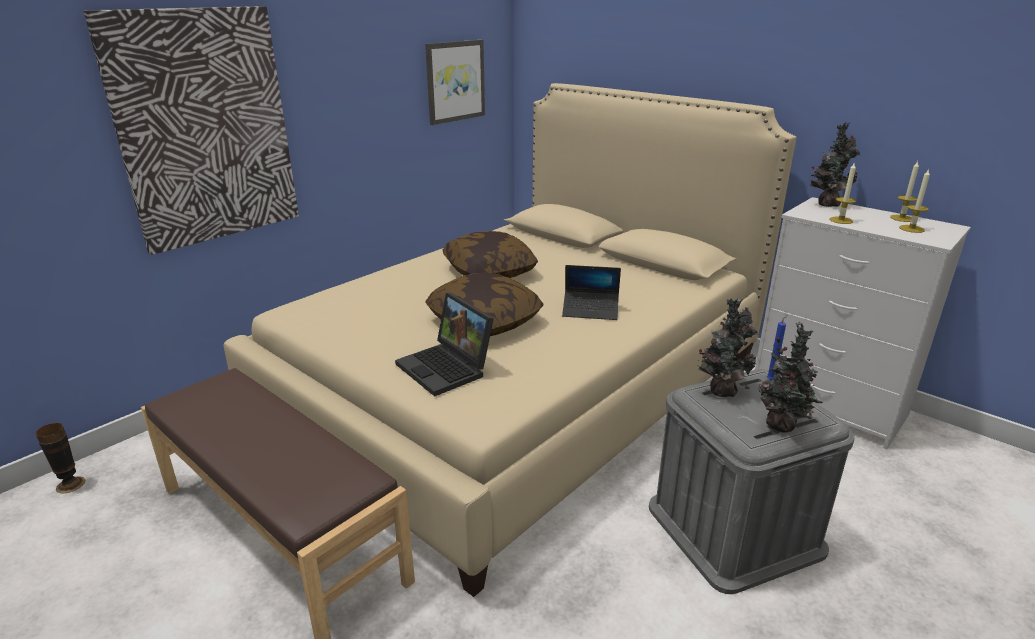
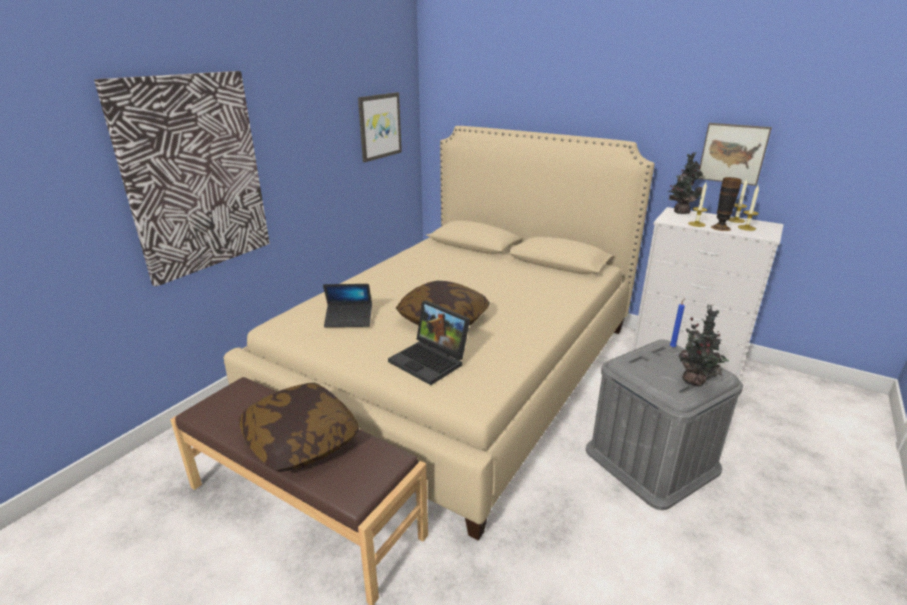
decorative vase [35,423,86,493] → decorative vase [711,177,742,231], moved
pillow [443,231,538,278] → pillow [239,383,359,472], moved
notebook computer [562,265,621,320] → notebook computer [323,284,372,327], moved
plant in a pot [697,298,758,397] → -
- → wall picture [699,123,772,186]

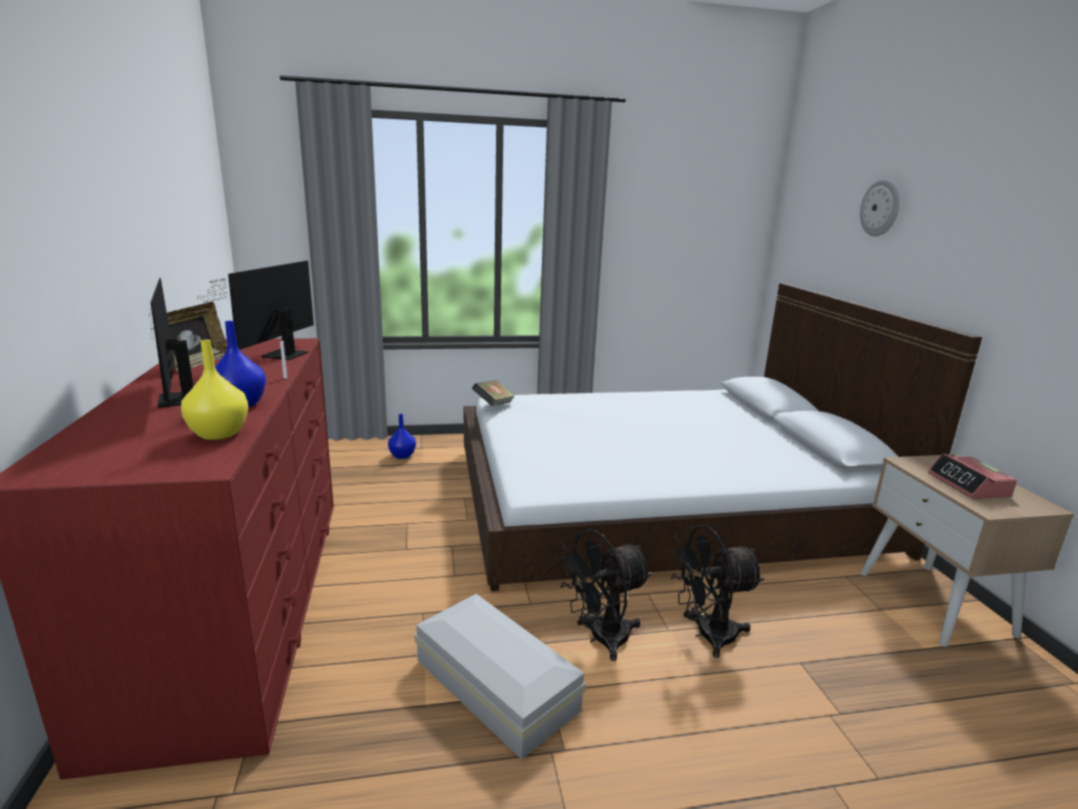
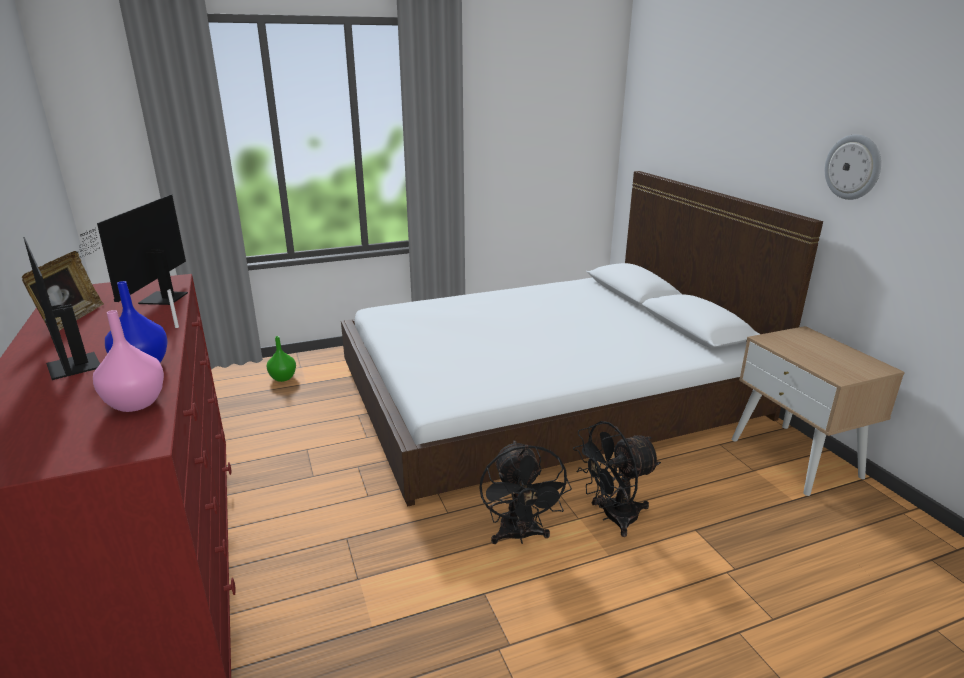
decorative vase in yellow [181,340,248,440] → decorative vase in pinkish [93,310,164,412]
decorative vase in blue [388,414,416,459] → decorative vase in green-coloured [267,336,296,382]
storage bin in white [415,594,586,759] → -
bound book [472,380,515,406] → -
fan in blackish [556,529,652,661] → fan in blackish [479,440,572,544], 60 degrees counterclockwise
wall clock [860,179,900,236] → wall clock [825,134,881,200], moved
table clock [928,454,1017,499] → -

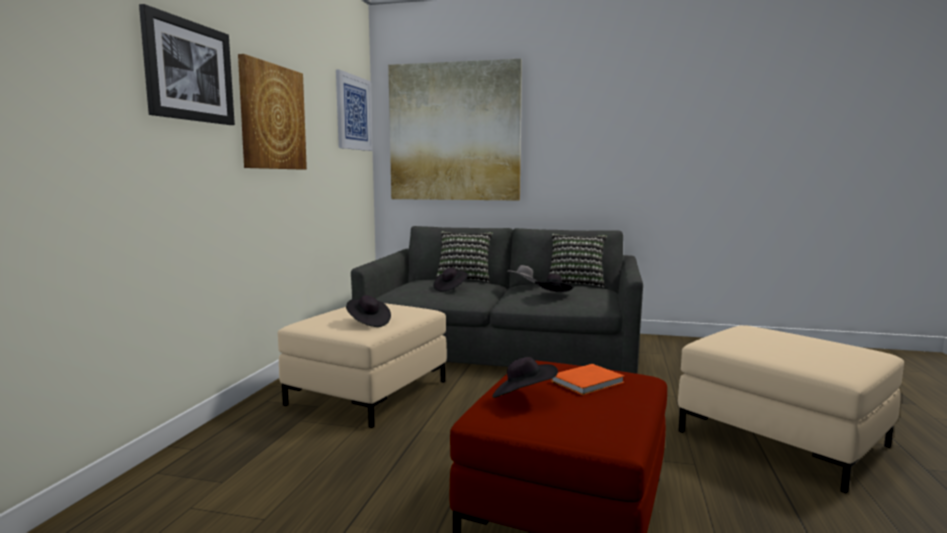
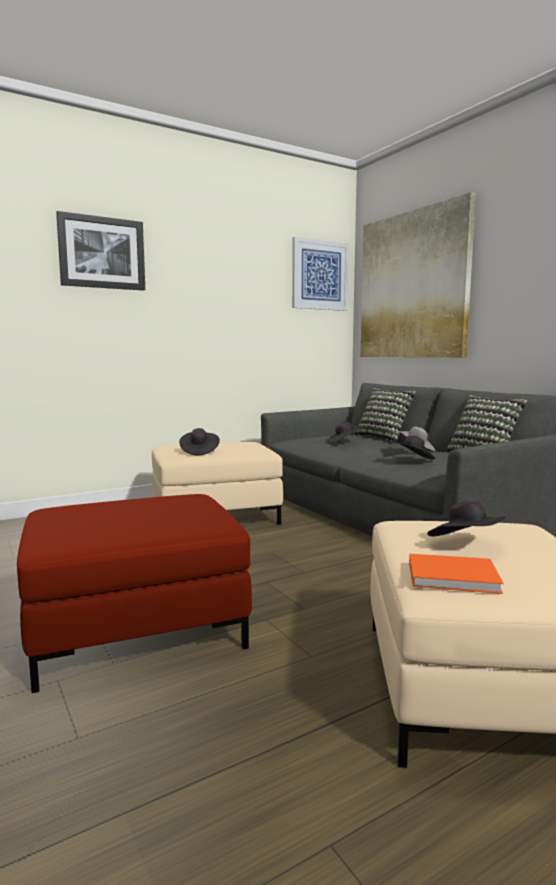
wall picture [238,54,307,170] → -
wearable hat in blackish [493,357,558,398] → wearable hat in blackish [428,501,506,536], moved
bound book in orange-coloured [551,364,624,395] → bound book in orange-coloured [409,554,504,594], moved

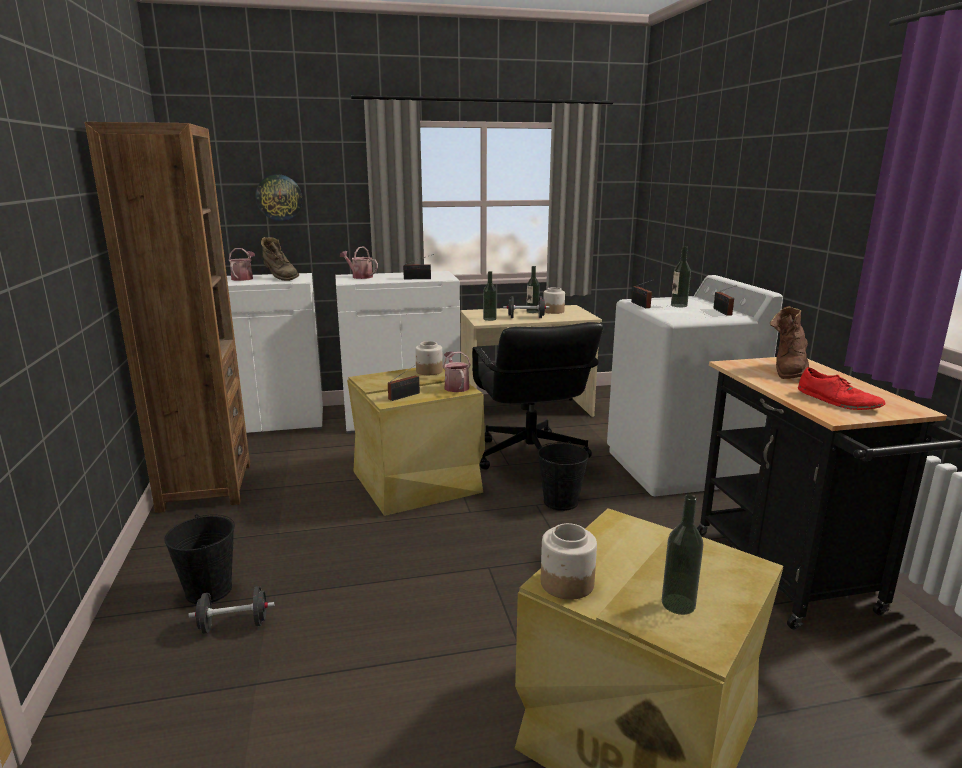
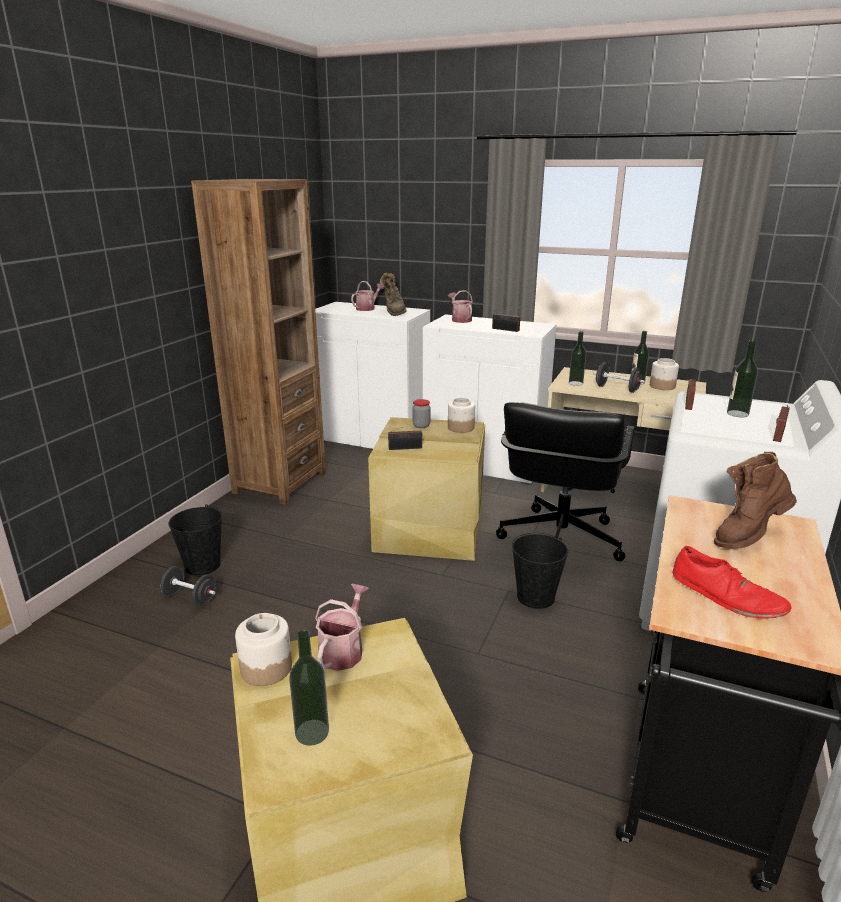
wall clock [256,174,302,221] → -
watering can [443,351,471,392] → watering can [315,584,369,671], moved
item of footwear in reddish [798,367,886,410] → item of footwear in reddish [672,546,791,619], 45 degrees counterclockwise
- → storage jar [413,399,431,428]

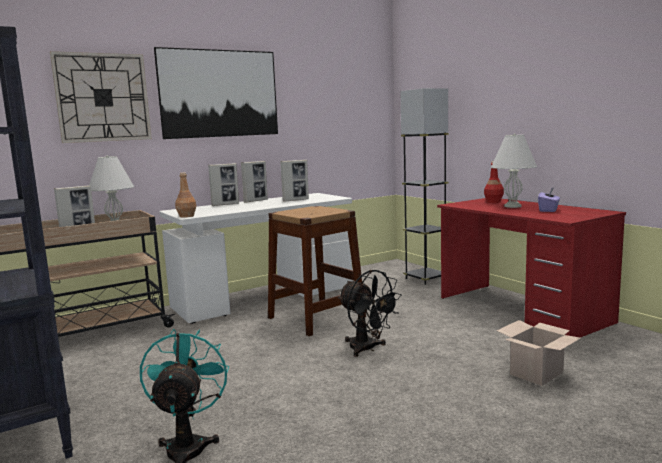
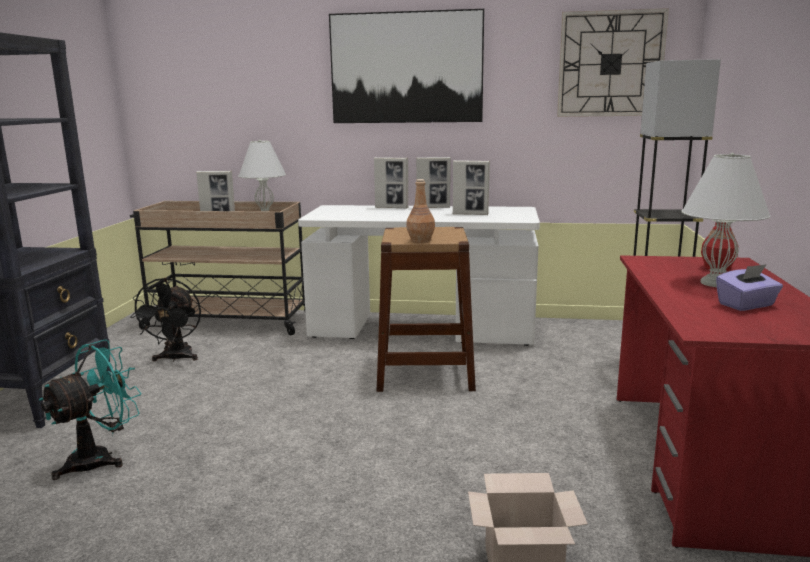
wall clock [50,51,152,143] → wall clock [557,8,669,117], moved
drink bottle in brownish [175,173,196,218] → drink bottle in brownish [406,179,435,243], moved
fan in blackish [338,270,402,357] → fan in blackish [130,278,201,362], moved

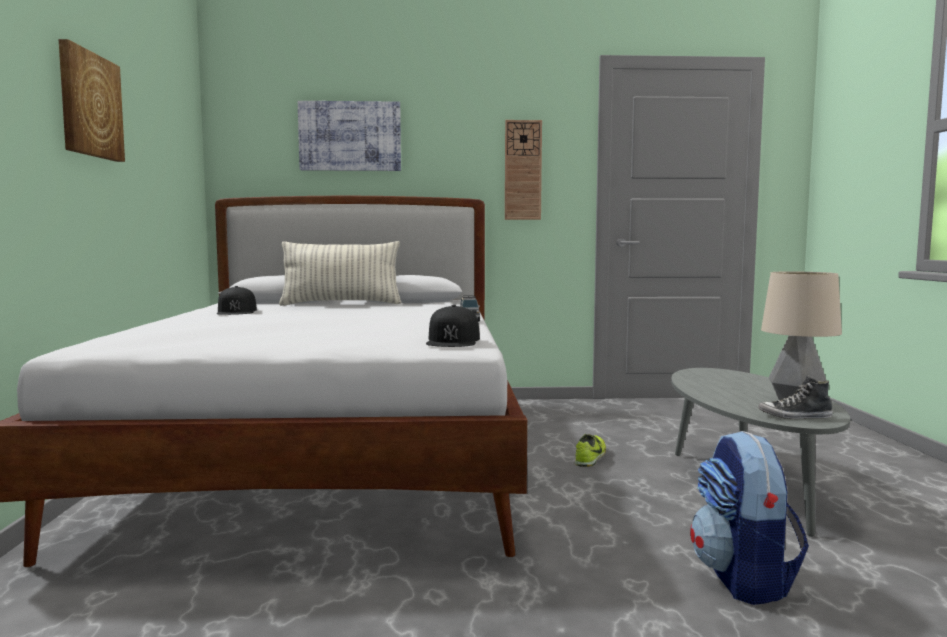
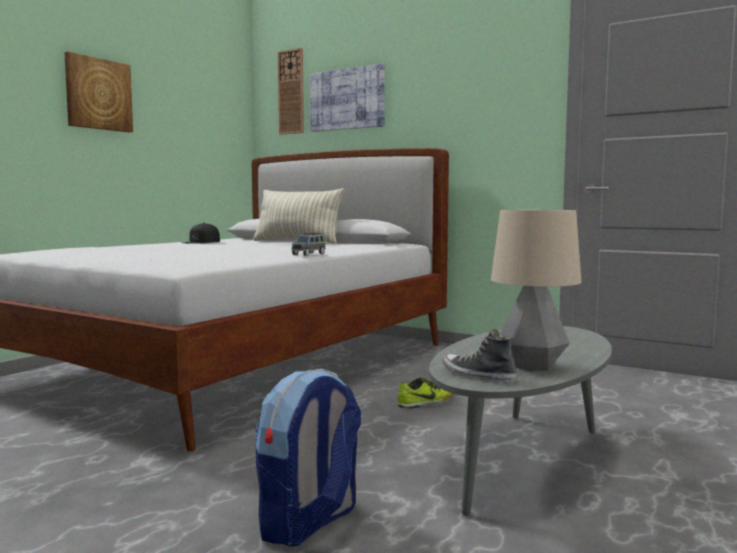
peaked cap in blackish [426,305,480,347] → -
wall clock [505,120,542,220] → wall clock [278,48,304,135], moved

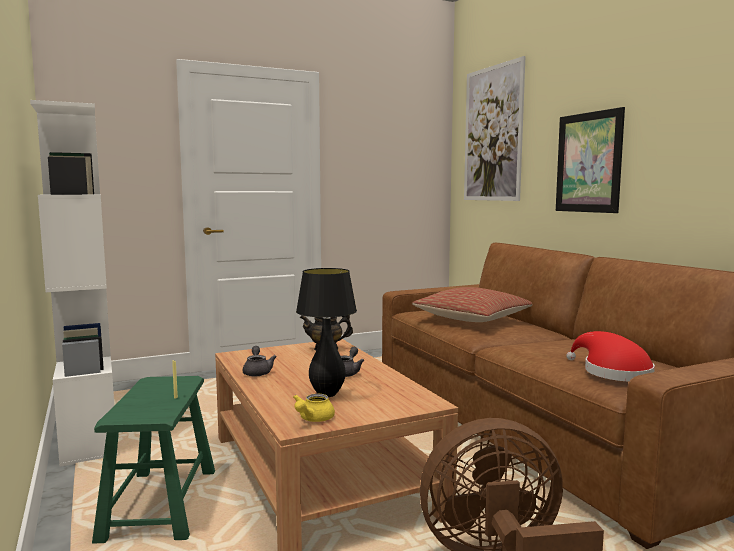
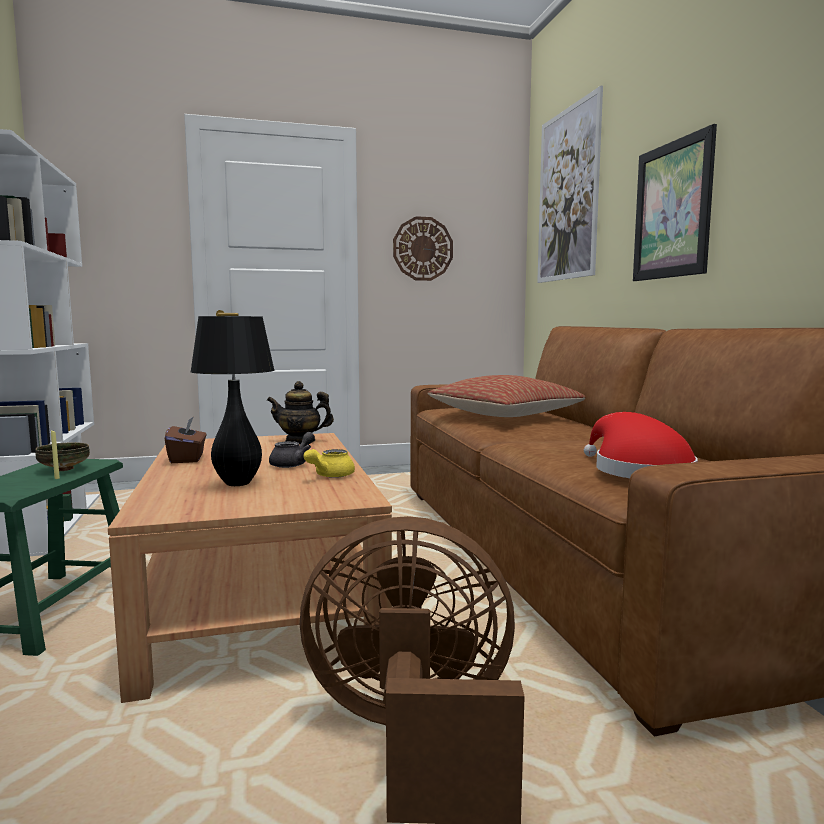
pot for tea in grey [243,346,277,377] → tissue holder in brownish [165,416,206,463]
pot for tea in yellow [293,394,335,422] → pot for tea in yellow [303,449,355,478], moved
- → bowl [35,442,90,471]
- → wall clock [393,216,453,281]

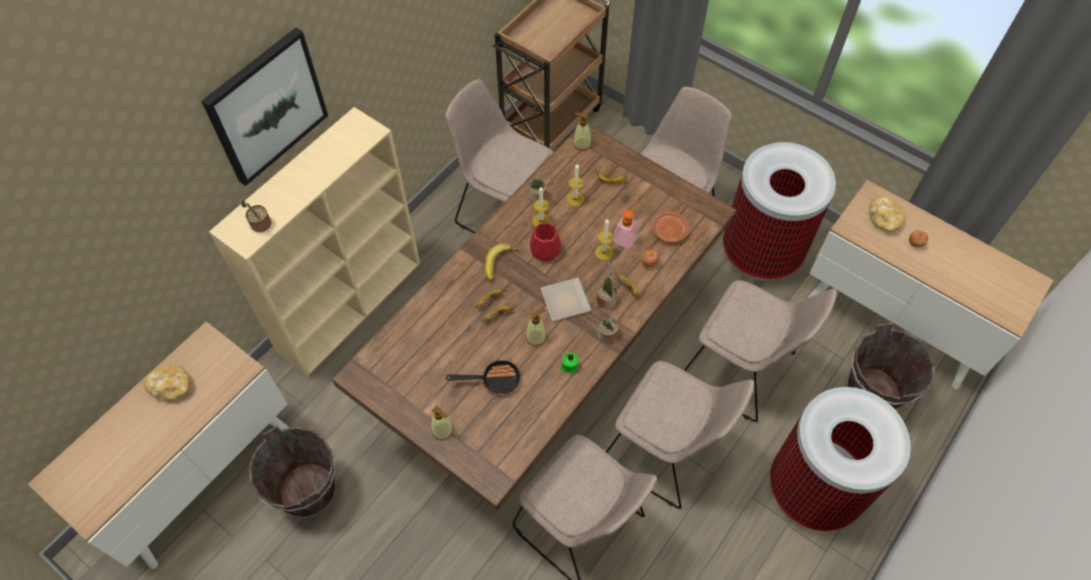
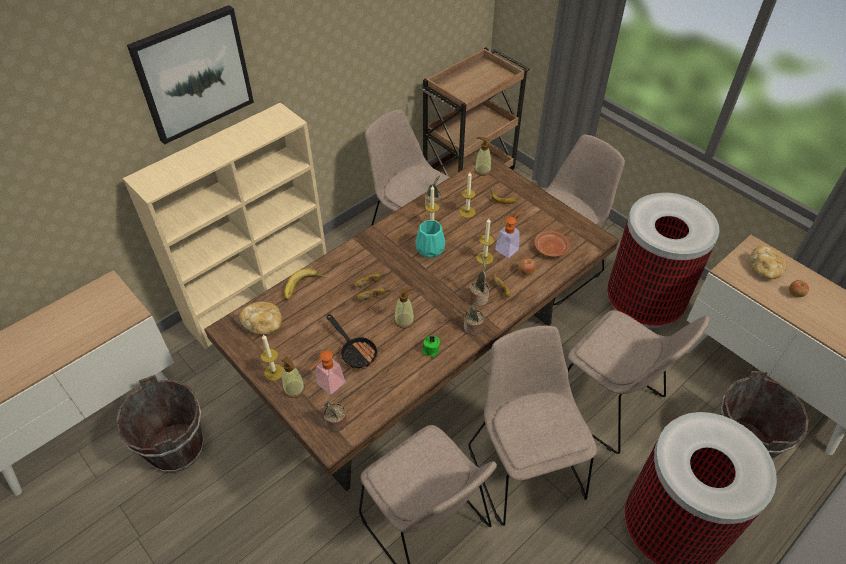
bread [144,365,190,401] → bread [239,301,282,335], moved
plant in a pot [241,199,271,232] → plant in a pot [324,401,347,432], moved
frying pan [446,359,520,396] → frying pan [326,314,379,370], 45 degrees clockwise
banana [484,243,521,281] → banana [284,268,325,300], moved
decorative vase in reddish [530,223,561,261] → decorative vase in turquoise [415,220,445,258]
plate [541,278,591,321] → -
chair in beige [606,361,755,509] → chair in beige [468,326,597,526], 150 degrees counterclockwise
- → wax candle [261,335,283,381]
- → soap bottle [310,350,345,394]

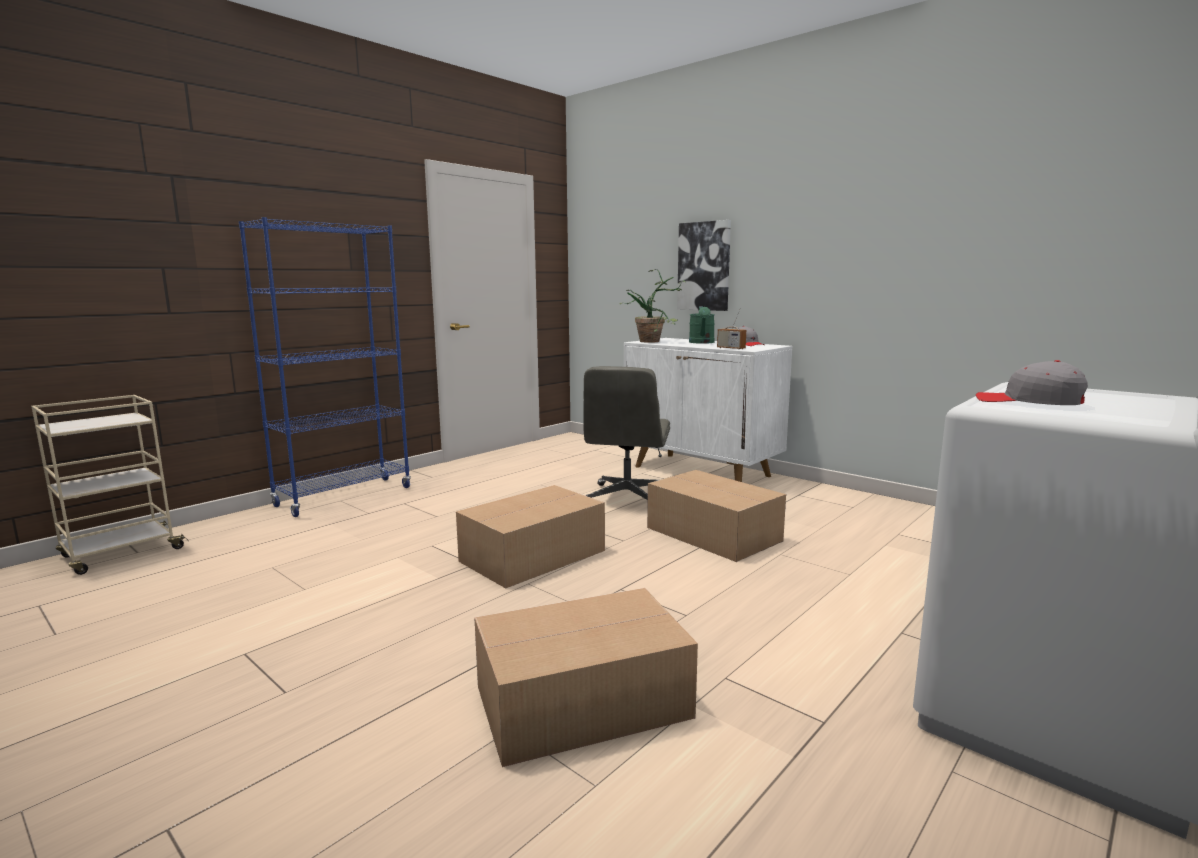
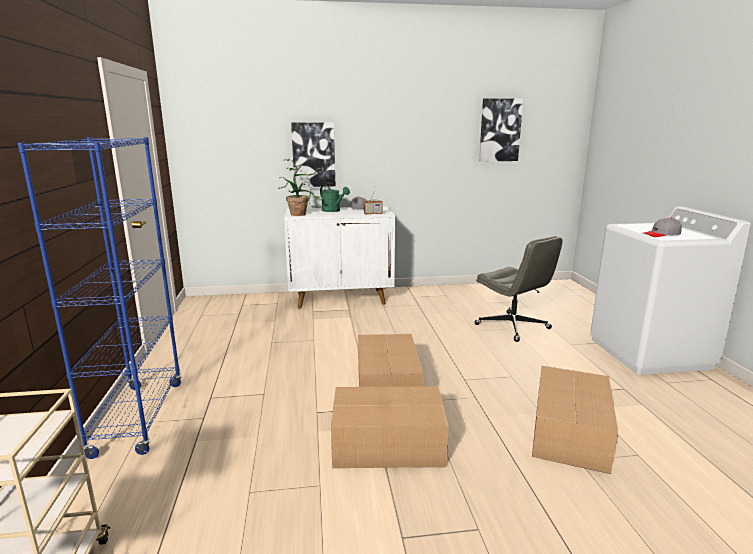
desk chair in grey [583,366,670,500] → desk chair in grey [474,236,563,342], moved
cardboard box [647,470,786,562] → cardboard box [331,386,449,468], moved
- → wall picture [479,98,523,161]

